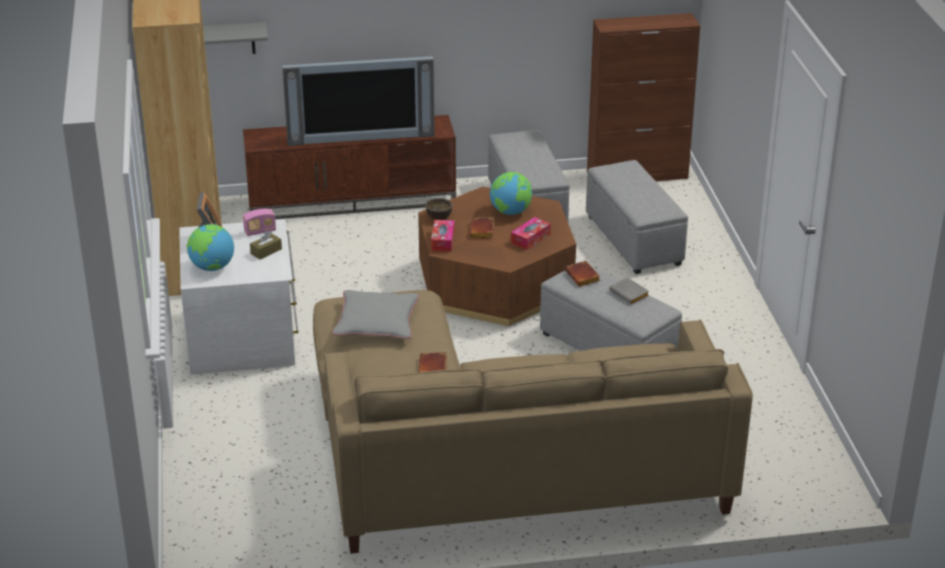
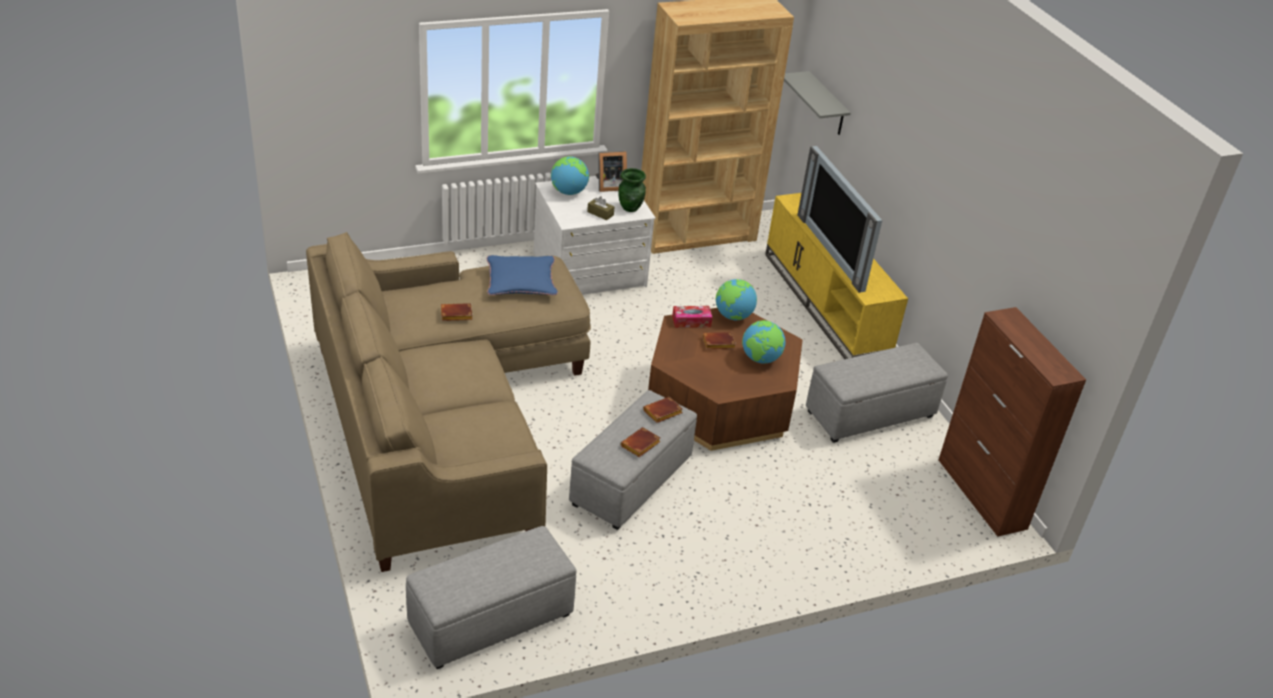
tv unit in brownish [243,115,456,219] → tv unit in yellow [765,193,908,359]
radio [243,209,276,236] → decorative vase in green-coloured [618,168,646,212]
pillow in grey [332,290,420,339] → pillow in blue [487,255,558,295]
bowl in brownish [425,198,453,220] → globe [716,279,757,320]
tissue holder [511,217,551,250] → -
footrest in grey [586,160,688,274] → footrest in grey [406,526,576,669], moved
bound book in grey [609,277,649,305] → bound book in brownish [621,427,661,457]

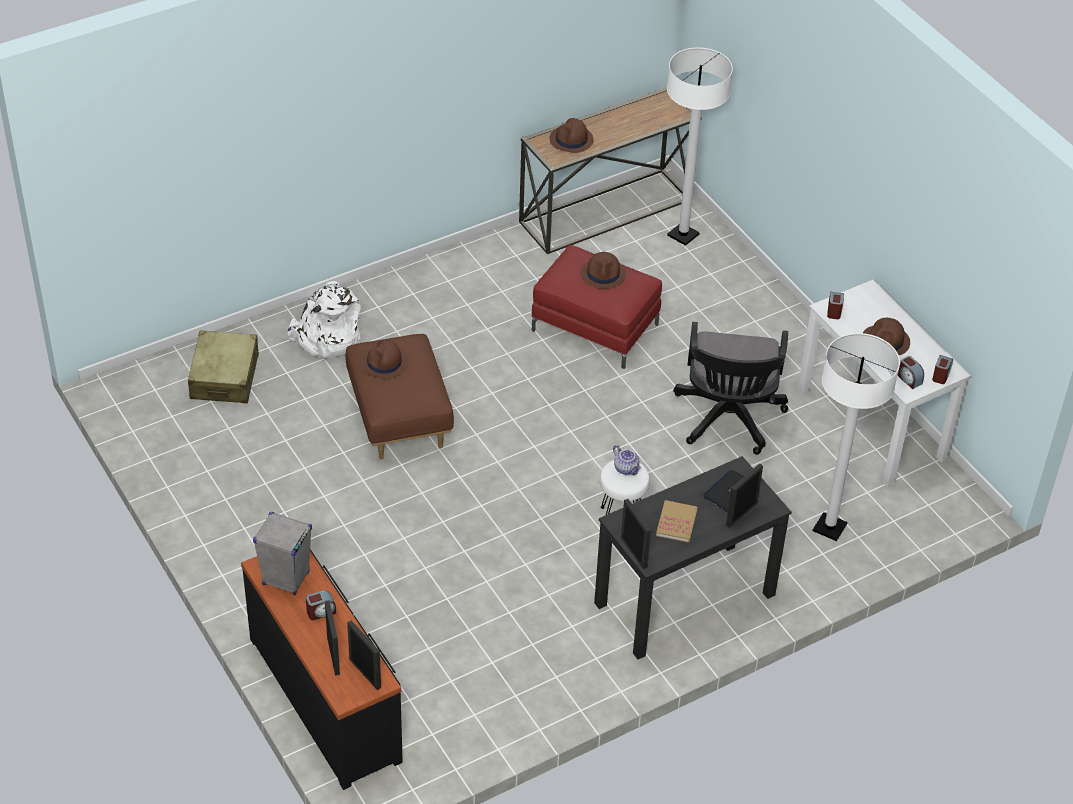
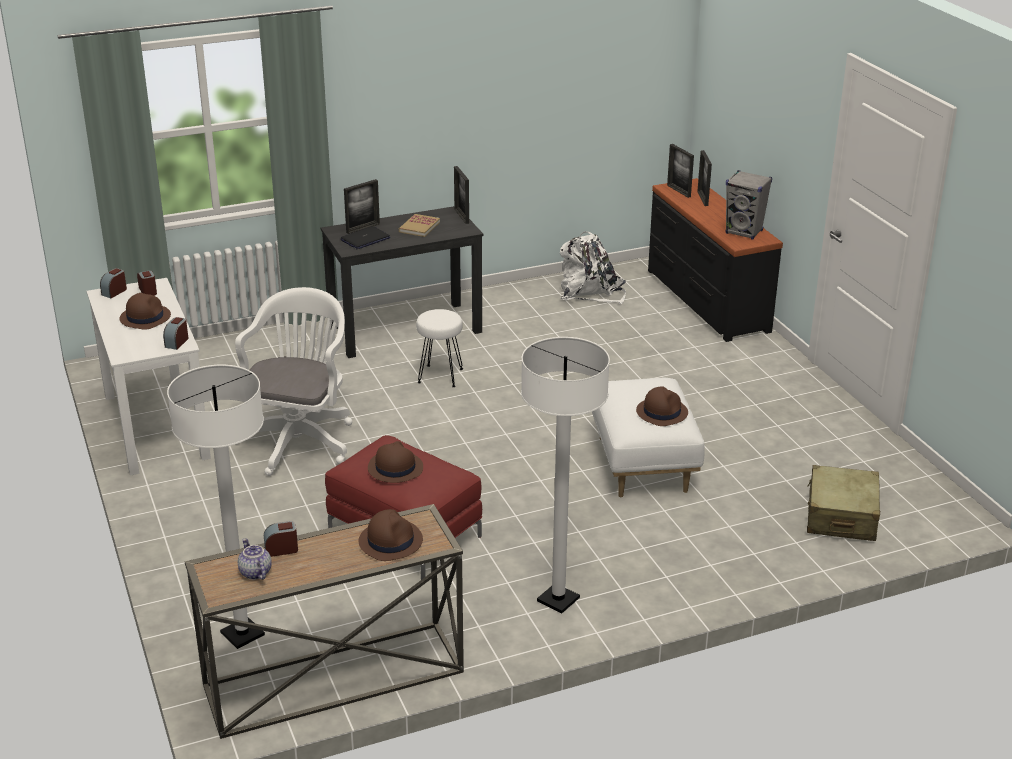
knapsack in white [288,281,361,359] → knapsack in white [560,231,626,304], moved
table clock [306,591,336,620] → table clock [264,521,298,557], moved
footrest in brownish [346,334,454,459] → footrest in white [592,378,705,497]
pot for tea [613,445,641,475] → pot for tea [238,538,272,580], moved
desk chair in blackish [673,322,788,455] → desk chair in white [235,287,352,476]
standard lamp in white [813,333,900,541] → standard lamp in white [521,337,610,613], moved

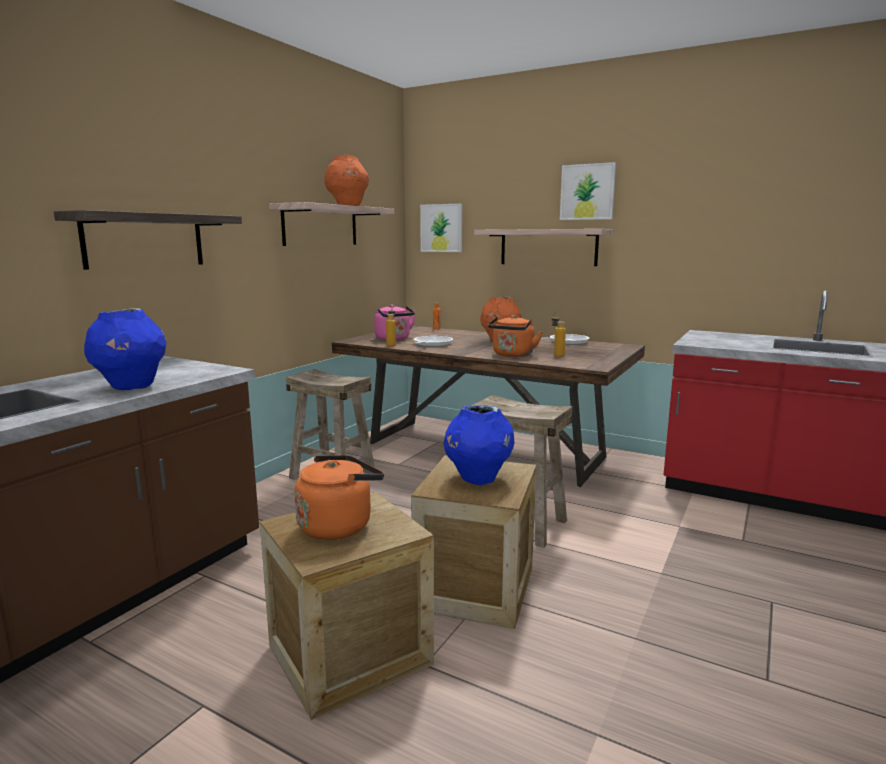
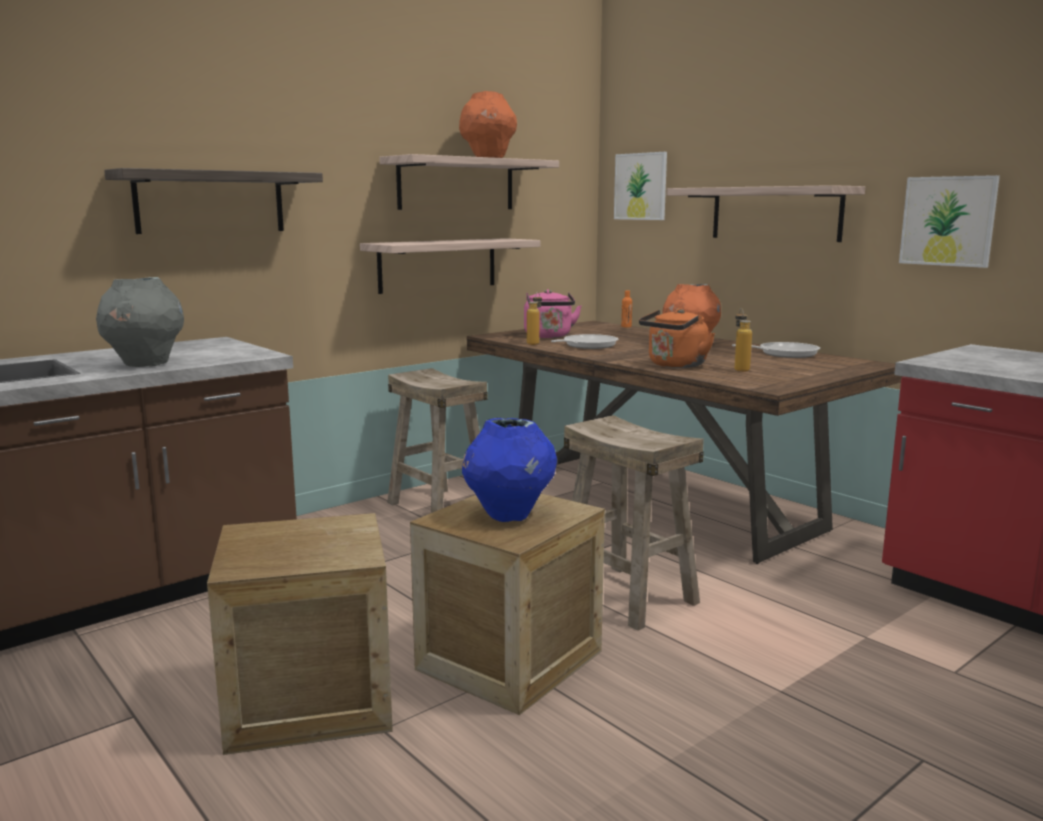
decorative vase in blue [84,308,166,390] → decorative vase in grey [96,277,184,367]
water kettle in orange-coloured [295,455,384,540] → -
wall picture [560,162,616,220] → wall picture [899,175,1000,268], moved
- → shelf [360,238,541,294]

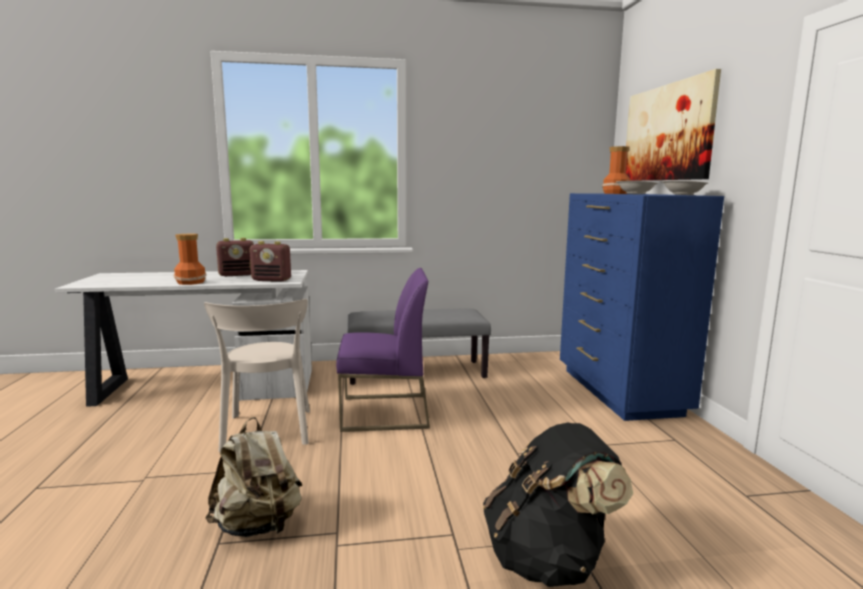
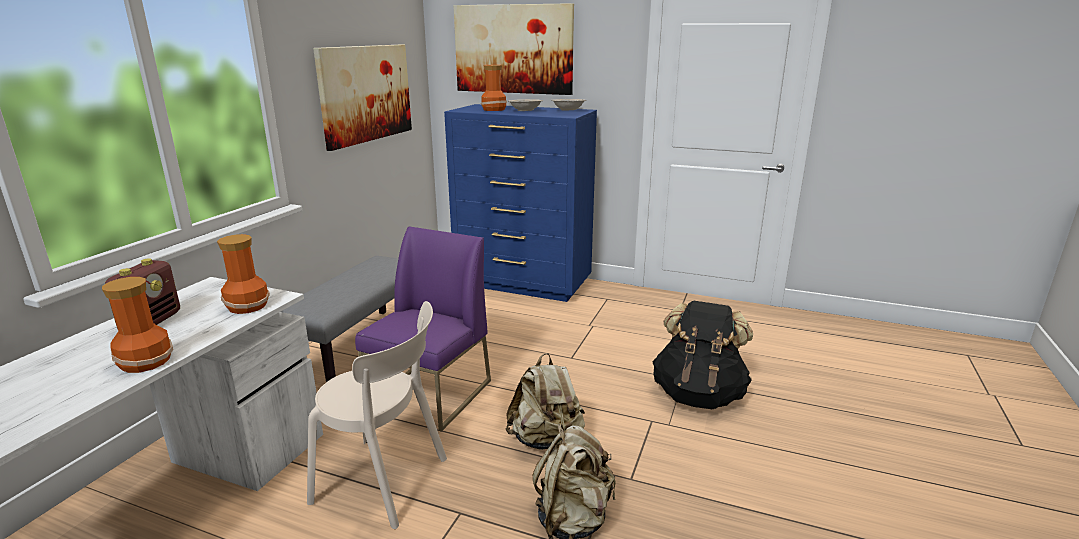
radio [250,241,291,282] → decorative vase [217,234,270,314]
- → wall picture [313,44,412,151]
- → knapsack in beige [506,353,585,450]

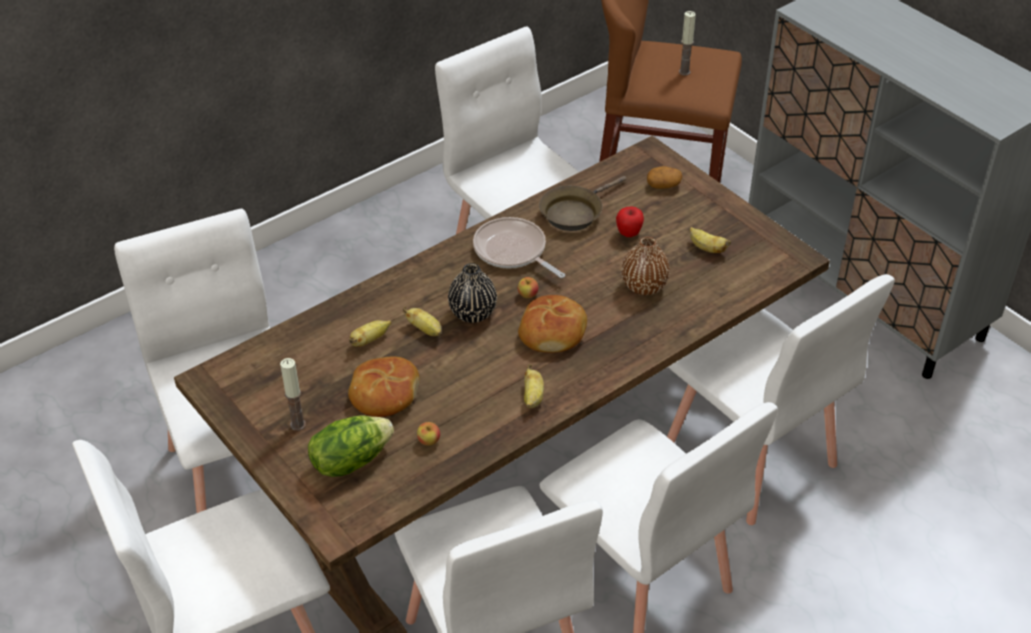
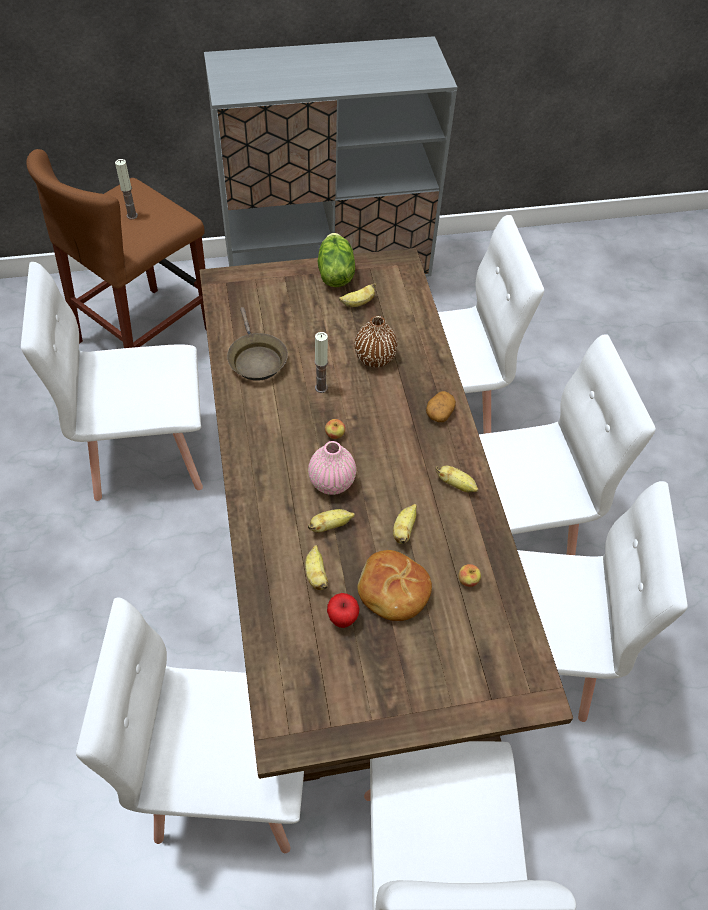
wax candle [280,358,306,431] → wax candle [314,332,328,393], moved
lettuce [308,416,394,477] → lettuce [317,233,355,287], moved
decorative vase in blackish [448,263,497,323] → decorative vase in pinkish [308,441,356,495]
frying pan [473,217,565,278] → -
bread [518,295,587,353] → -
whole apple [616,206,644,237] → whole apple [327,593,359,628], moved
whole potato [647,166,682,189] → whole potato [426,391,456,422], moved
- → banana [393,504,417,544]

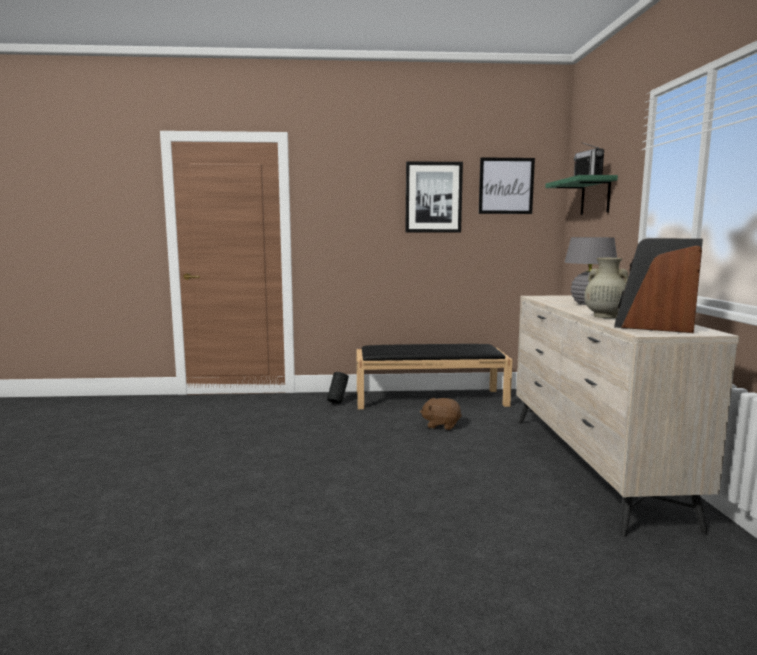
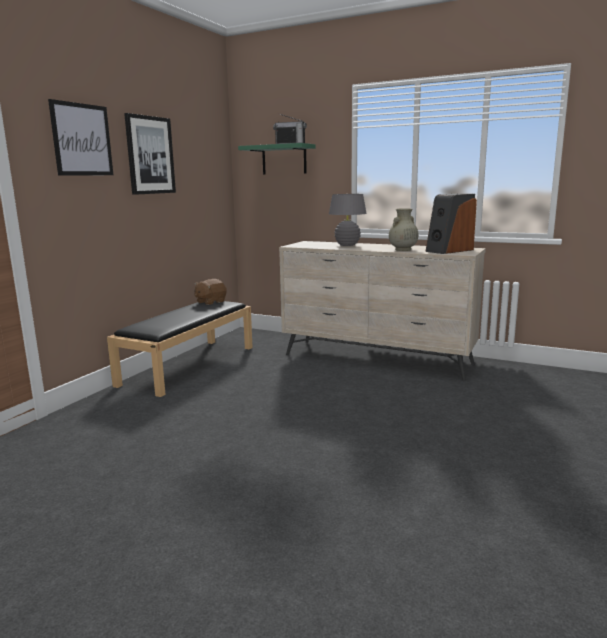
decorative vase in blackish [327,372,349,403] → -
plush toy in brownish [420,397,462,430] → plush toy in brownish [194,279,227,305], moved
wall picture [479,157,535,214] → wall picture [48,99,113,176], moved

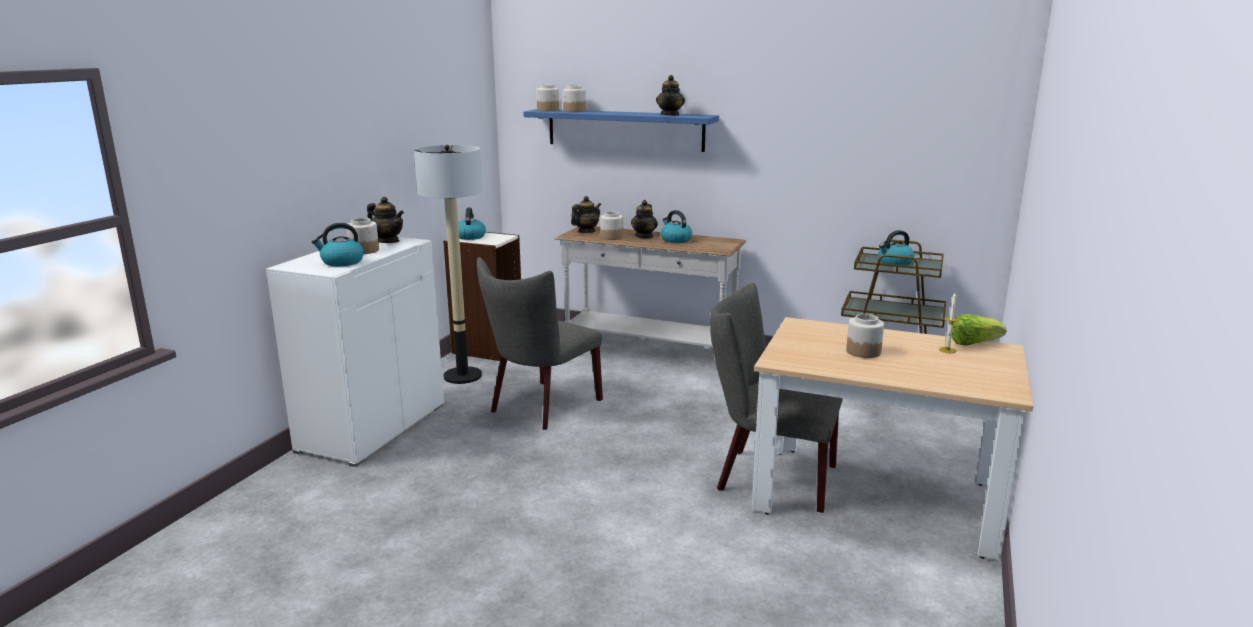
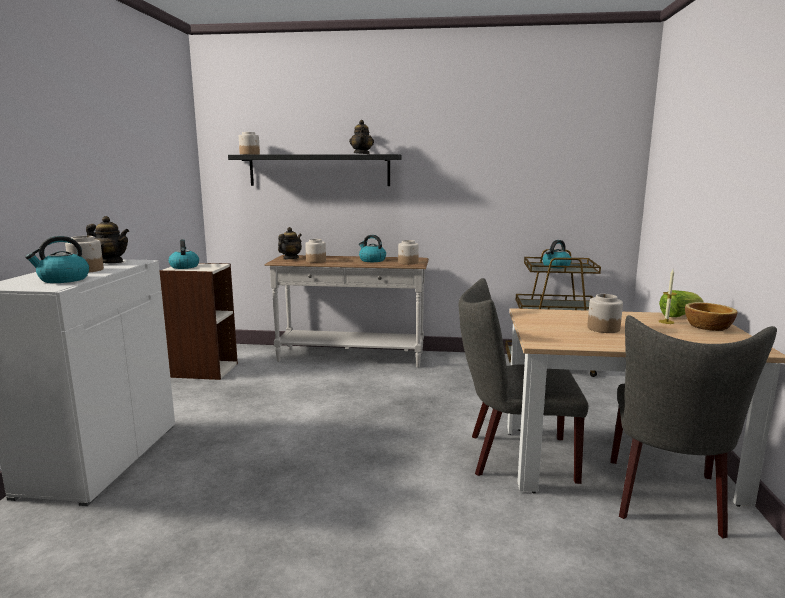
standard lamp [414,145,482,384] → -
chair in grey [477,257,603,430] → chair in grey [610,315,777,538], moved
shelf in blue [524,109,719,152] → shelf in blackish [228,154,402,186]
storage jar [563,85,586,112] → storage jar [398,240,419,265], moved
pot for tea [631,200,658,239] → -
- → bowl [685,302,737,331]

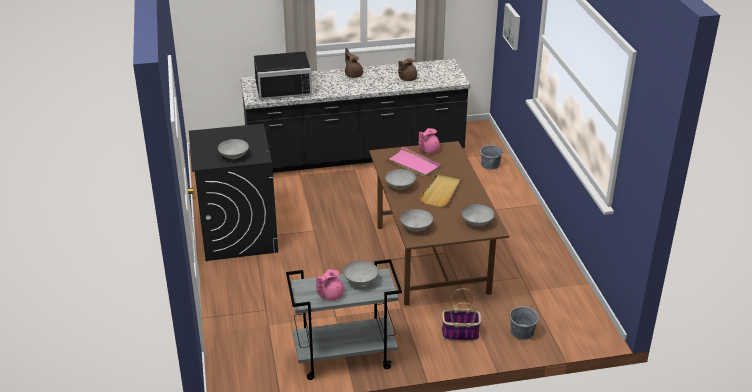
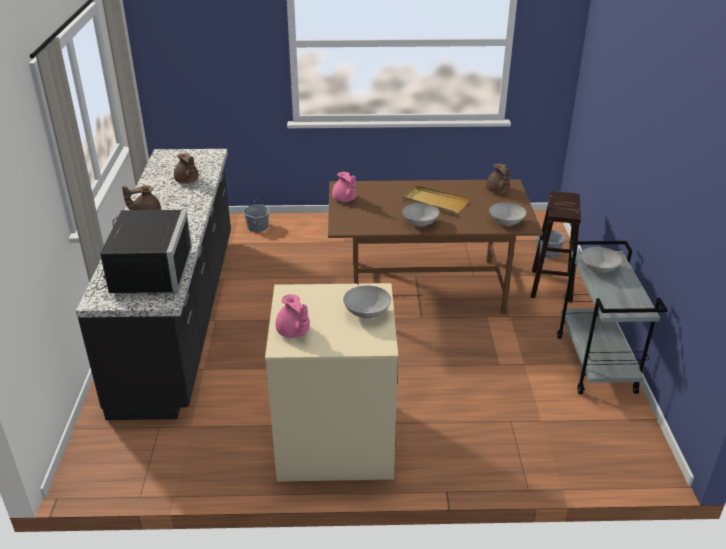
washing machine in blackish [189,124,278,261] → washing machine in beige [265,283,398,482]
pot for tea in pinkish [316,269,344,301] → pot for tea in pinkish [275,294,310,338], moved
tray in pinkish [385,146,441,178] → -
household basket [442,288,481,341] → sitting stool in brownish [531,191,581,303]
bowl in grey [462,204,494,226] → pot for tea in brownish [486,164,510,193]
wall picture [502,3,520,50] → -

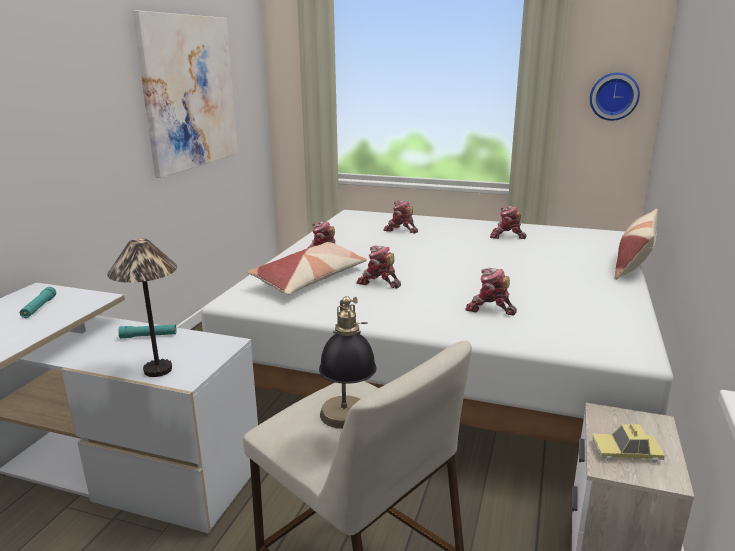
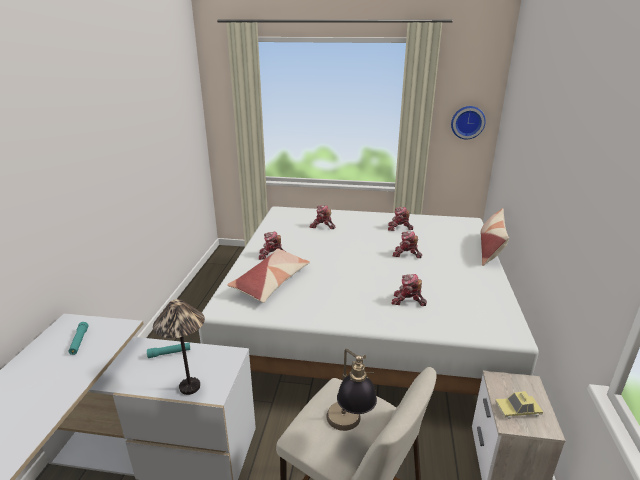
wall picture [132,10,238,178] → -
robot figure [356,245,401,288] → robot figure [393,231,422,258], moved

